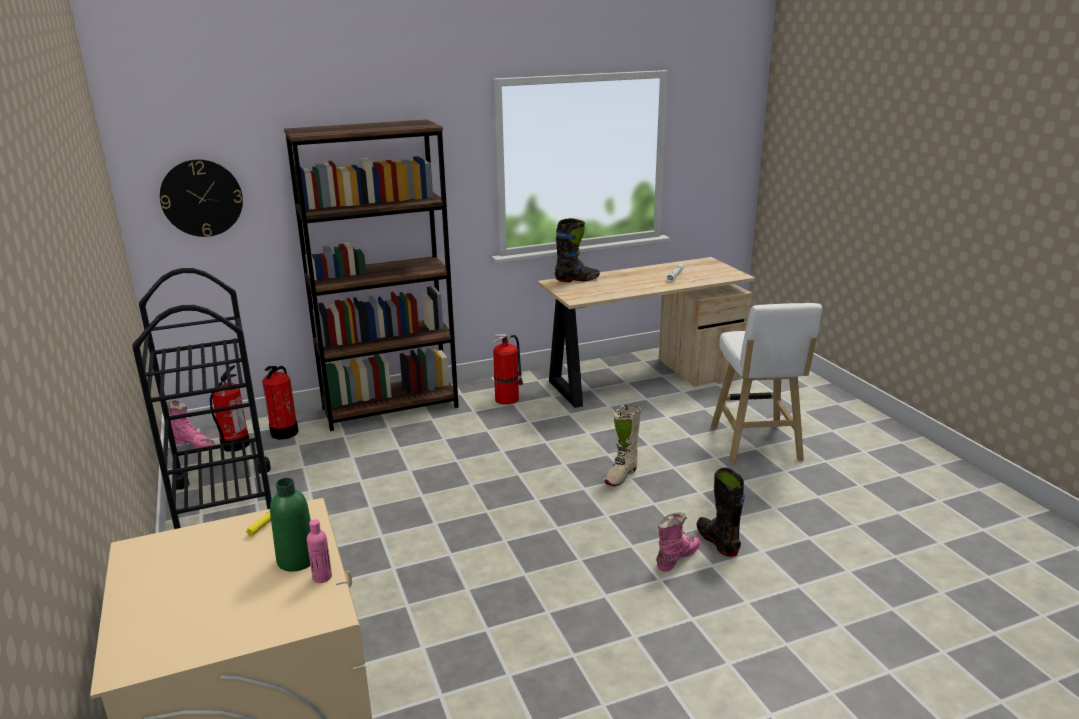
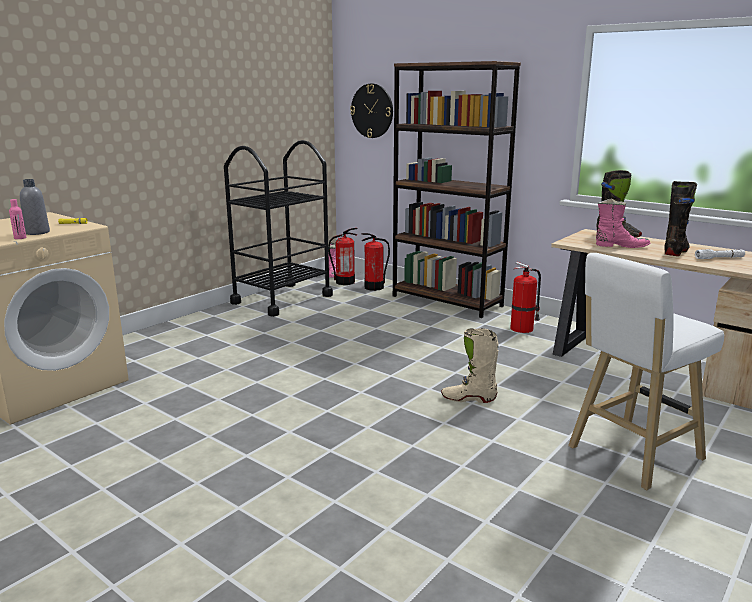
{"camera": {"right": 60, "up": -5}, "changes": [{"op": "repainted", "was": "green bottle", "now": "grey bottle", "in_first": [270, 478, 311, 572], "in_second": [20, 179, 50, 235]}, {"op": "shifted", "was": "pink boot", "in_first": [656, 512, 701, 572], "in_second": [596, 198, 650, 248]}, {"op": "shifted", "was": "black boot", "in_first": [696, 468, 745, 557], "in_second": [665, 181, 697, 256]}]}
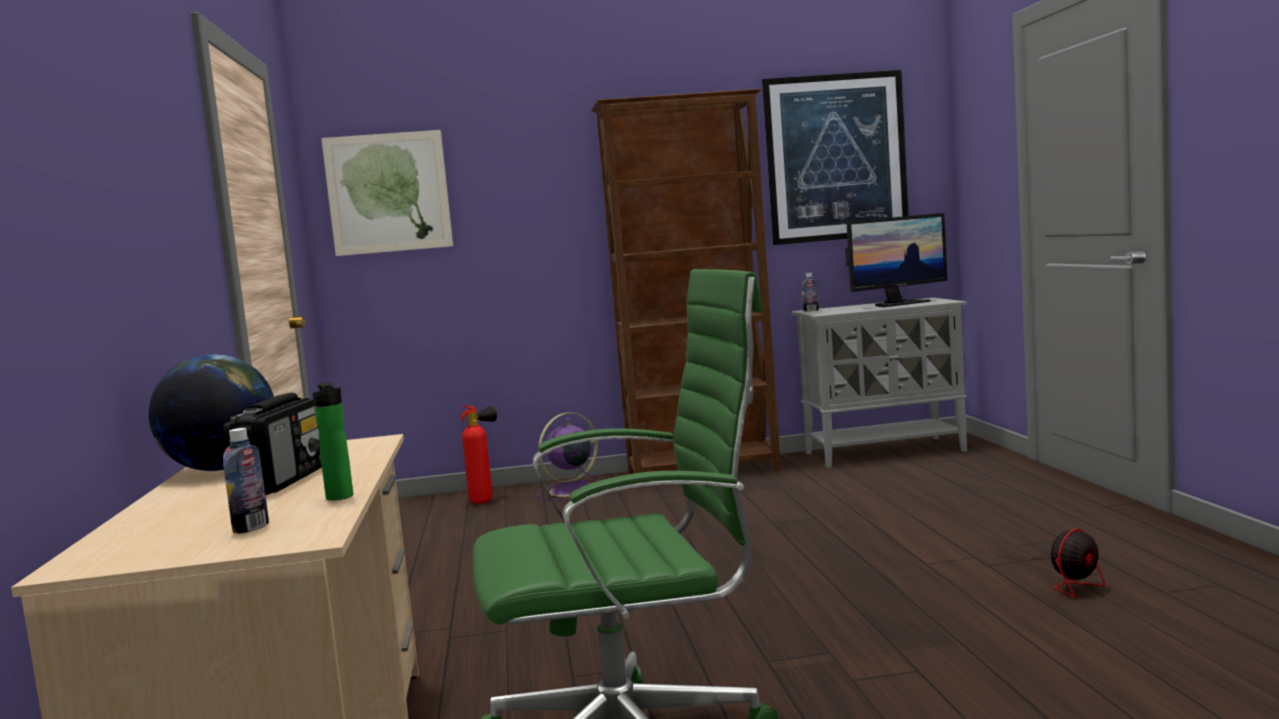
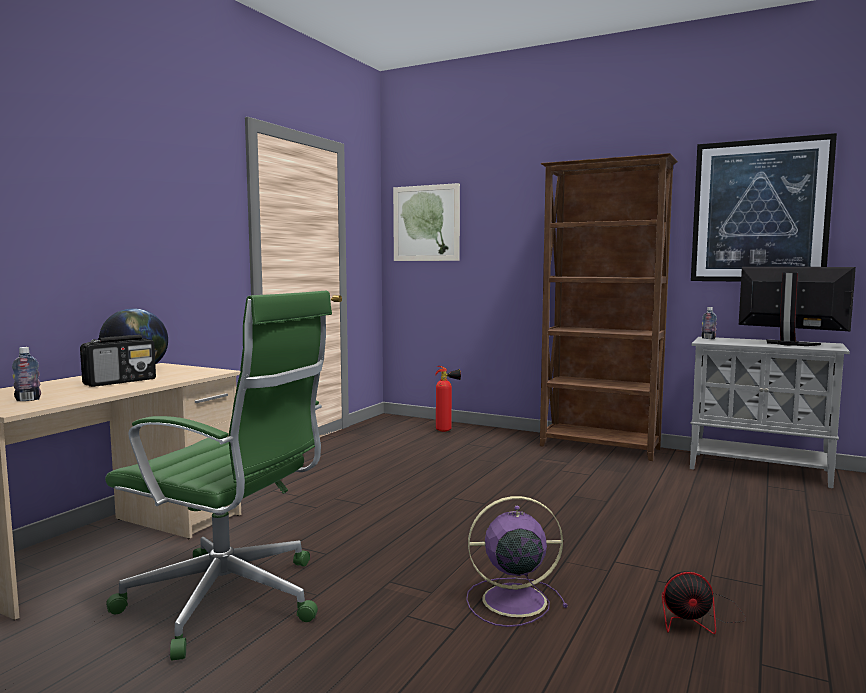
{"camera": {"right": 35, "up": 0}, "changes": [{"op": "shifted", "was": "purple fan", "in_first": [537, 412, 600, 501], "in_second": [466, 496, 568, 627]}, {"op": "rotated", "was": "monitor", "in_first": [845, 213, 947, 307], "in_second": [739, 267, 856, 346], "clockwise": -150}, {"op": "gone", "was": "bottle", "in_first": [313, 383, 353, 501]}]}
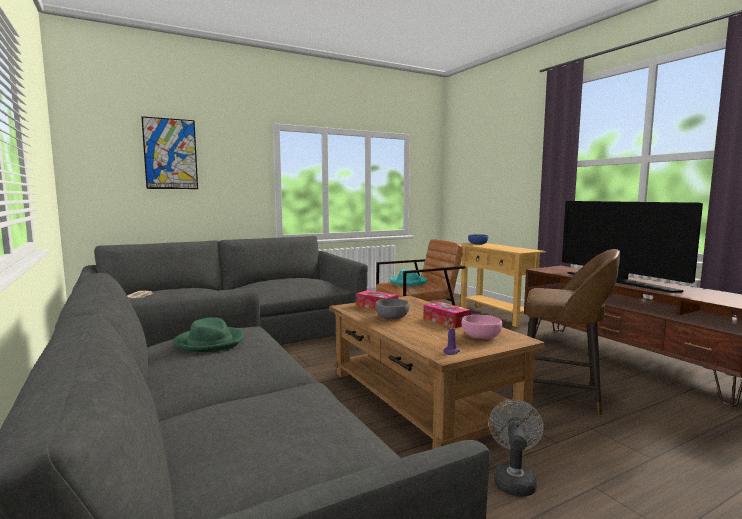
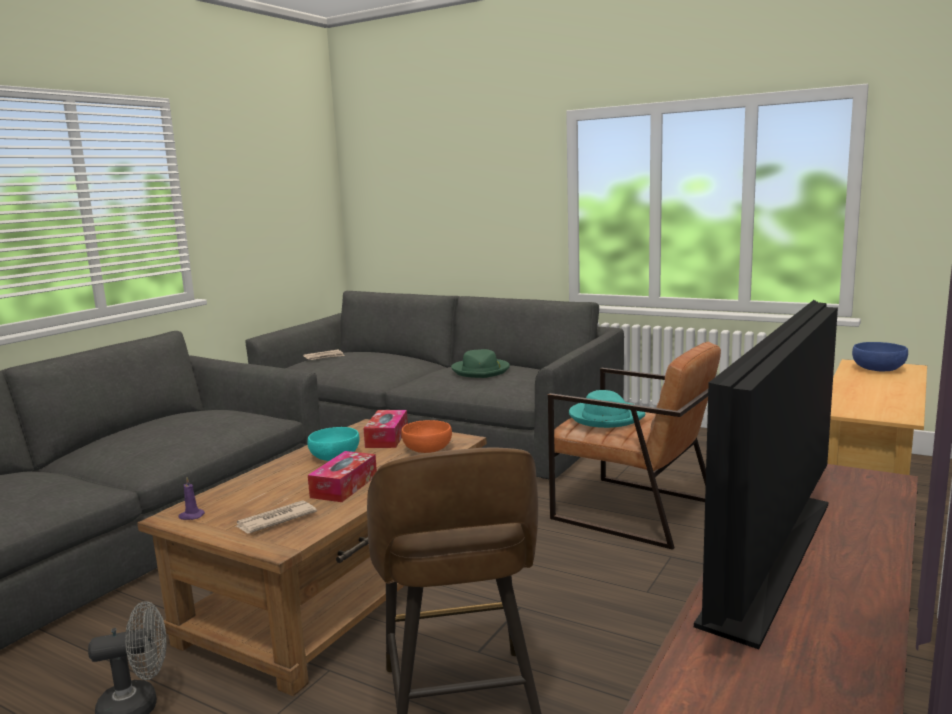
{"camera": {"right": 60, "up": 5}, "changes": [{"op": "swapped", "was": "pink bowl", "now": "newspaper", "in_first": [461, 315, 502, 339], "in_second": [234, 500, 317, 534]}, {"op": "repainted", "was": "grey bowl", "now": "turquoise bowl", "in_first": [375, 299, 409, 319], "in_second": [308, 427, 359, 461]}, {"op": "new", "now": "orange bowl", "in_second": [401, 420, 452, 453]}, {"op": "shifted", "was": "green hat", "in_first": [174, 317, 244, 352], "in_second": [451, 349, 510, 378]}, {"op": "gone", "was": "picture", "in_first": [141, 116, 198, 189]}]}
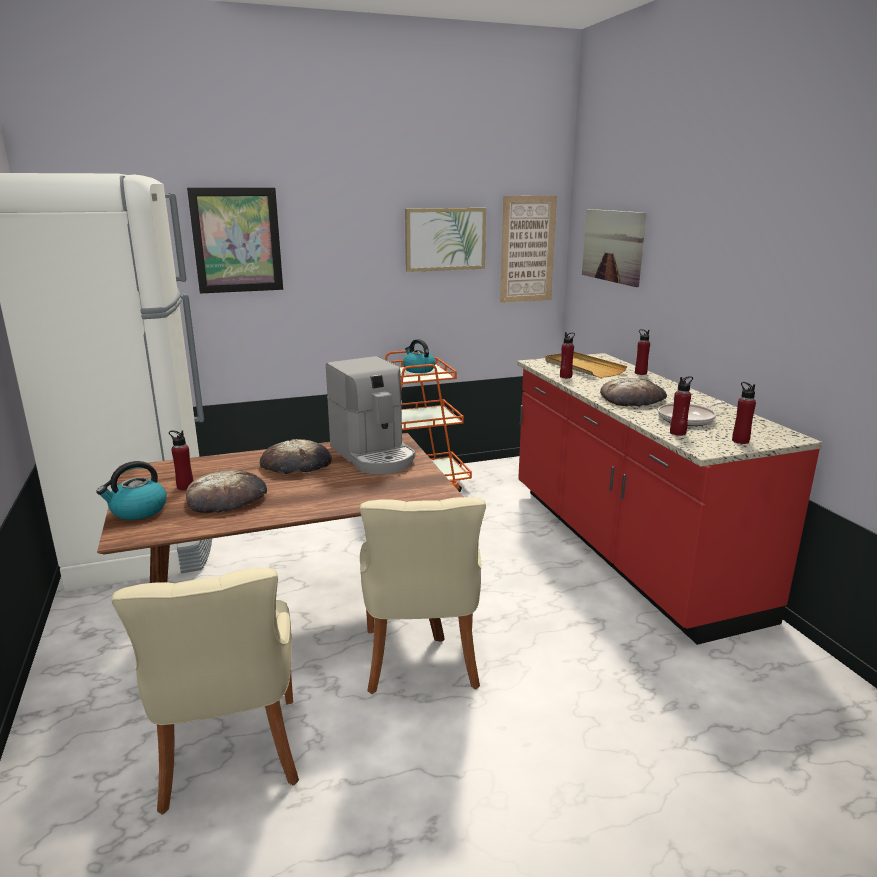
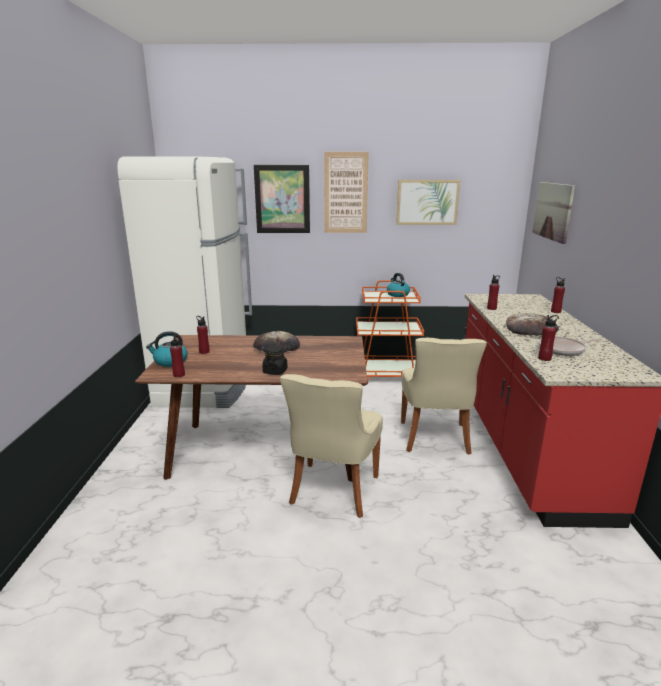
{"camera": {"right": 20, "up": 0}, "changes": [{"op": "shifted", "was": "red bottle", "in_first": [732, 382, 756, 444], "in_second": [170, 334, 185, 377]}, {"op": "new", "now": "black jar", "in_second": [262, 346, 287, 375]}, {"op": "shifted", "was": "picture", "in_first": [500, 196, 557, 303], "in_second": [324, 152, 369, 233]}, {"op": "shifted", "was": "beige chair", "in_first": [111, 568, 299, 815], "in_second": [401, 338, 487, 455]}, {"op": "gone", "was": "bread", "in_first": [186, 470, 267, 513]}, {"op": "gone", "was": "coffee machine", "in_first": [326, 356, 415, 474]}, {"op": "gone", "was": "beige tray", "in_first": [545, 352, 628, 378]}]}
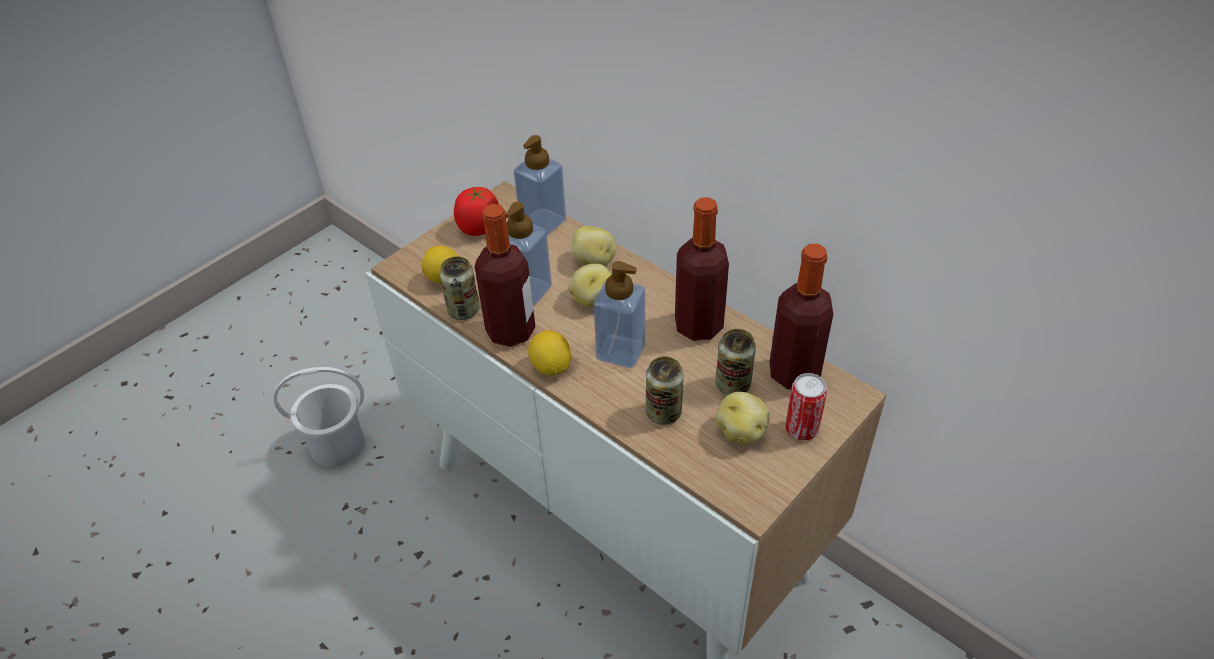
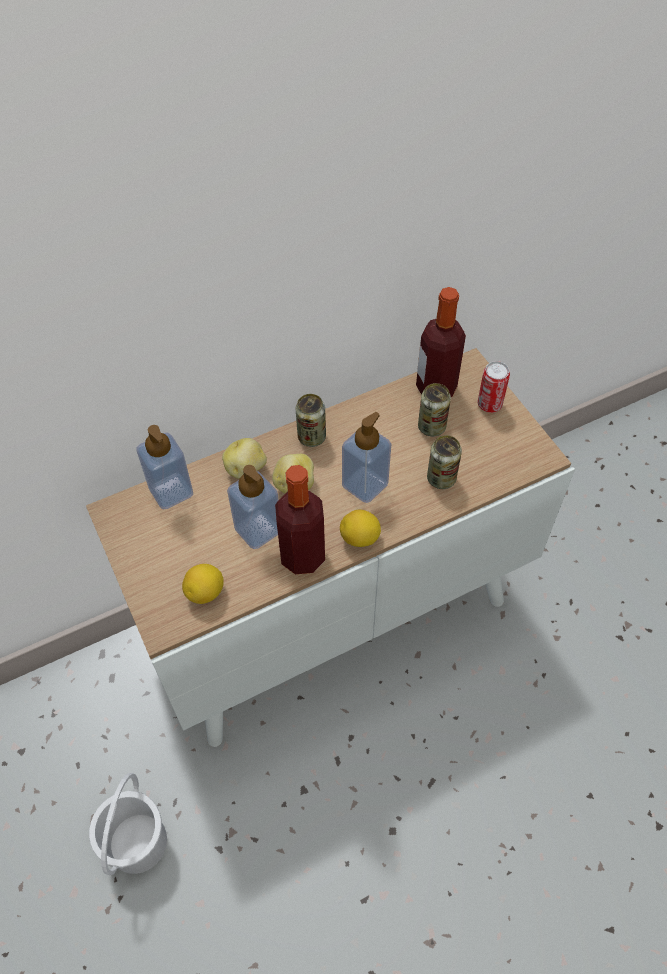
{"camera": {"right": -70, "up": 10}, "changes": [{"op": "shifted", "was": "can", "in_first": [439, 257, 479, 320], "in_second": [296, 394, 326, 447]}, {"op": "gone", "was": "tomato", "in_first": [454, 187, 499, 236]}, {"op": "gone", "was": "bottle", "in_first": [675, 197, 729, 341]}, {"op": "gone", "was": "potato", "in_first": [716, 392, 770, 443]}]}
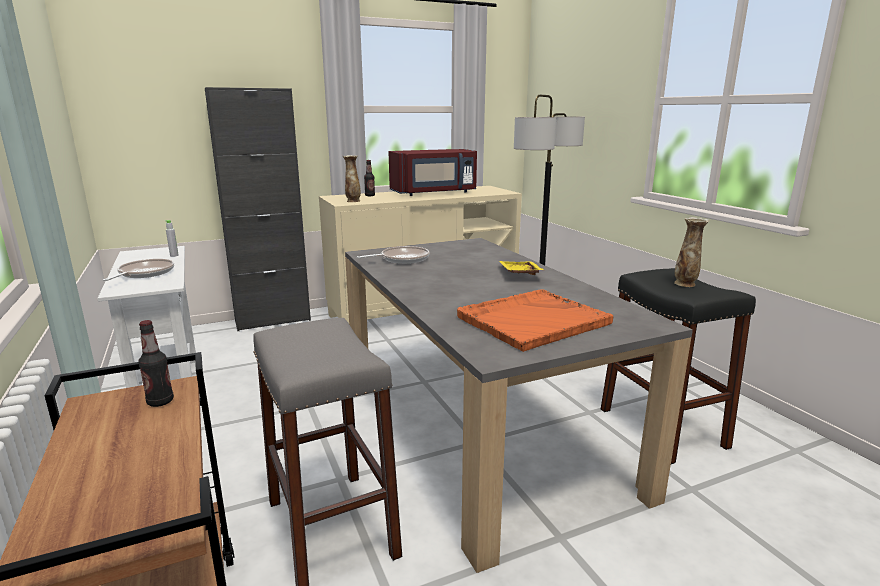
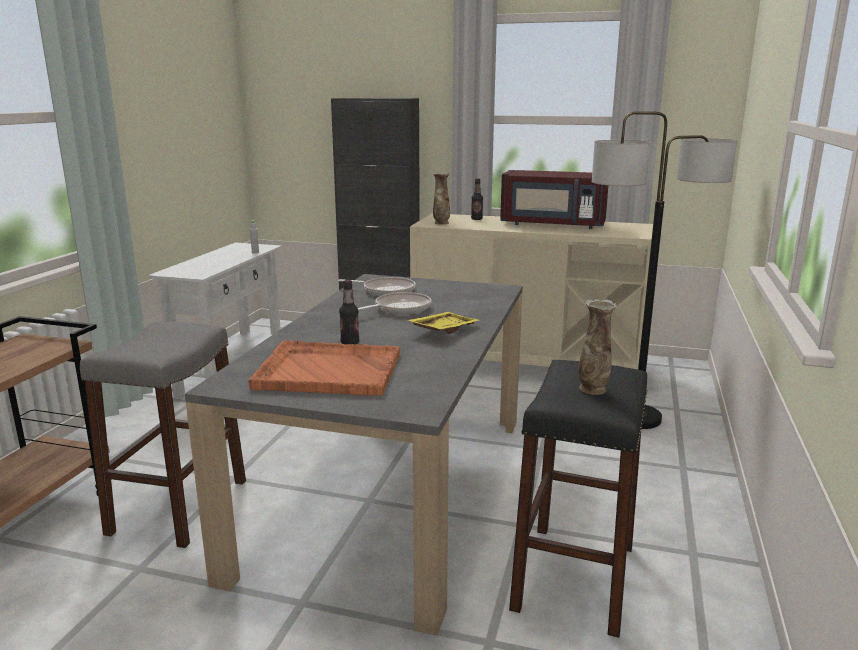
{"camera": {"right": 40, "up": 0}, "changes": [{"op": "shifted", "was": "bottle", "in_first": [138, 320, 174, 407], "in_second": [339, 280, 359, 344]}, {"op": "shifted", "was": "frying pan", "in_first": [103, 259, 174, 281], "in_second": [358, 292, 431, 314]}]}
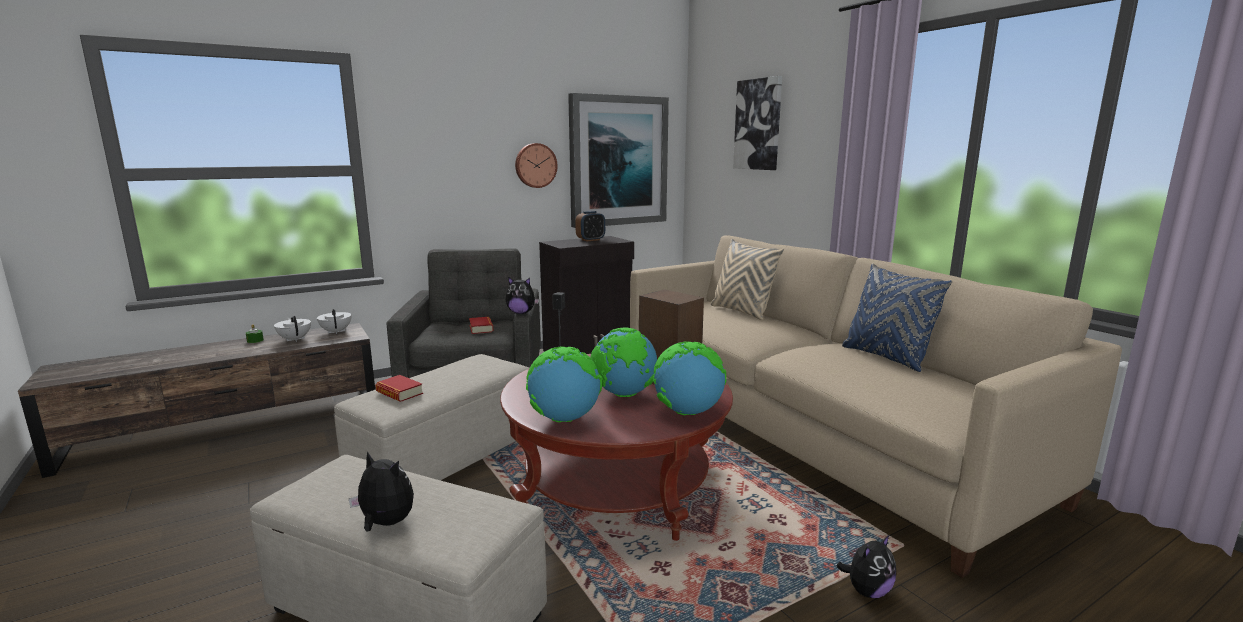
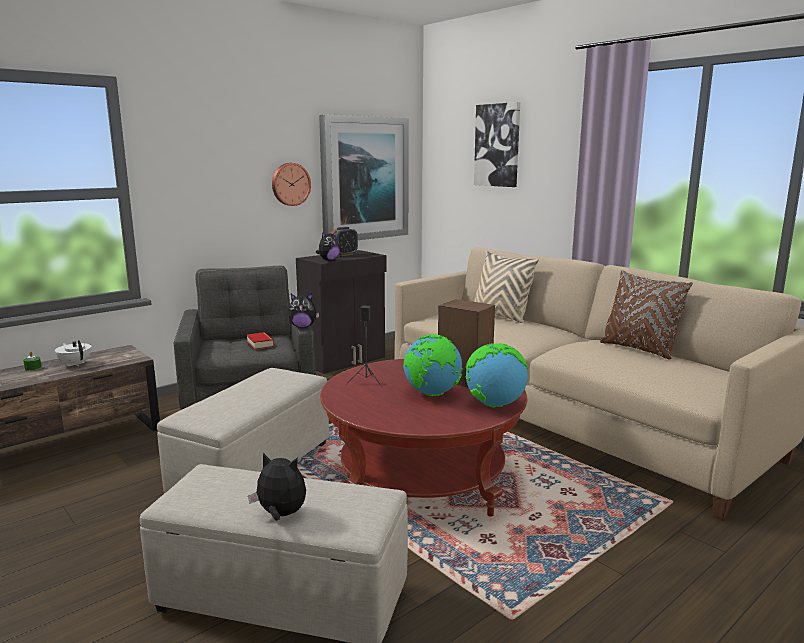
{"camera": {"right": -10, "up": 0}, "changes": [{"op": "shifted", "was": "plush toy", "in_first": [837, 535, 896, 598], "in_second": [316, 231, 340, 261]}, {"op": "repainted", "was": "blue pillow", "now": "brown pillow", "in_first": [842, 263, 952, 372], "in_second": [600, 270, 693, 359]}, {"op": "gone", "was": "white teapot", "in_first": [317, 309, 351, 334]}, {"op": "gone", "was": "book", "in_first": [375, 375, 423, 402]}, {"op": "gone", "was": "globe", "in_first": [526, 346, 602, 422]}]}
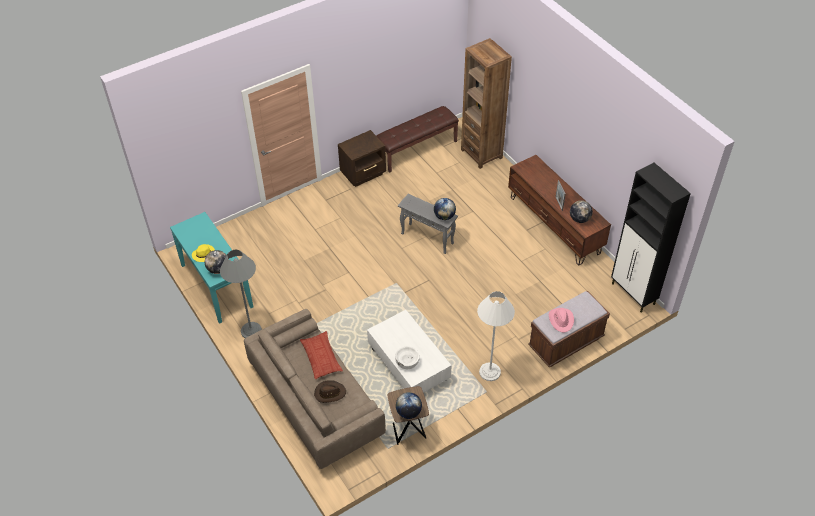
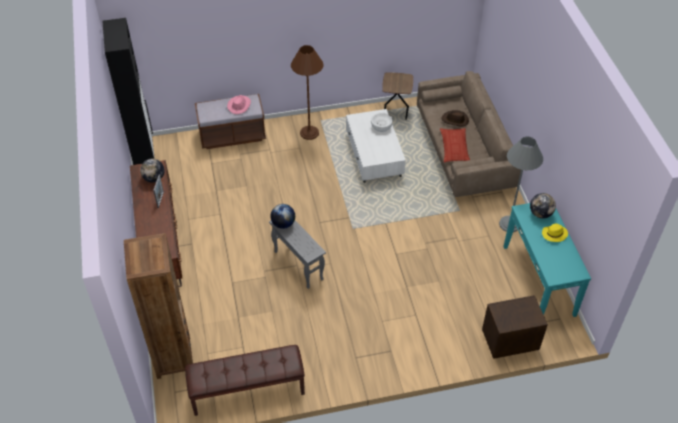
{"camera": {"right": -160, "up": 0}, "changes": [{"op": "repainted", "was": "white floor lamp", "now": "brown floor lamp", "in_first": [477, 291, 515, 381], "in_second": [291, 45, 324, 140]}, {"op": "shifted", "was": "brown nightstand", "in_first": [338, 130, 386, 187], "in_second": [482, 295, 548, 359]}, {"op": "gone", "was": "globe", "in_first": [396, 392, 422, 419]}]}
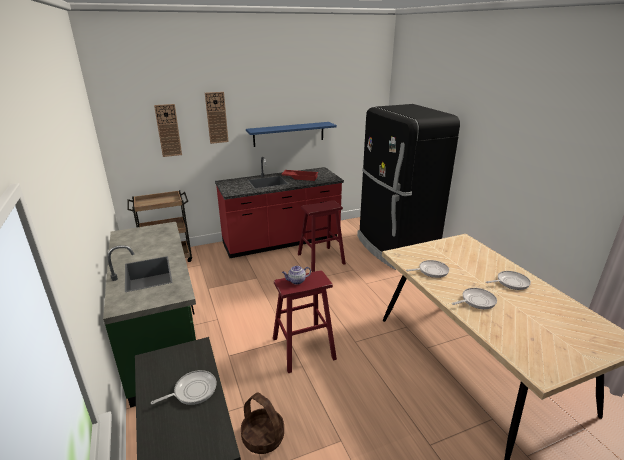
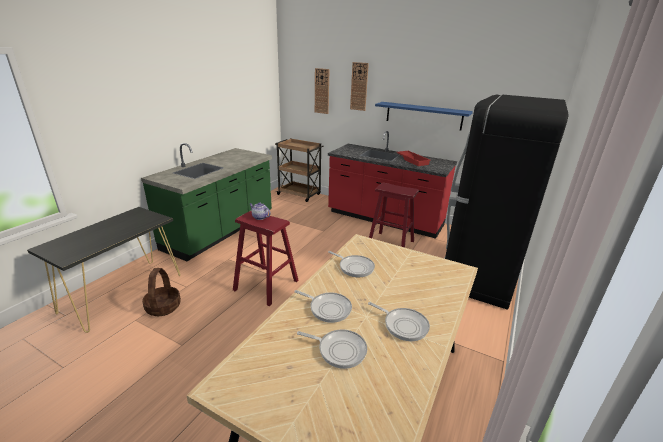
{"camera": {"right": 50, "up": 0}, "changes": [{"op": "shifted", "was": "frying pan", "in_first": [151, 370, 217, 405], "in_second": [297, 329, 367, 369]}]}
